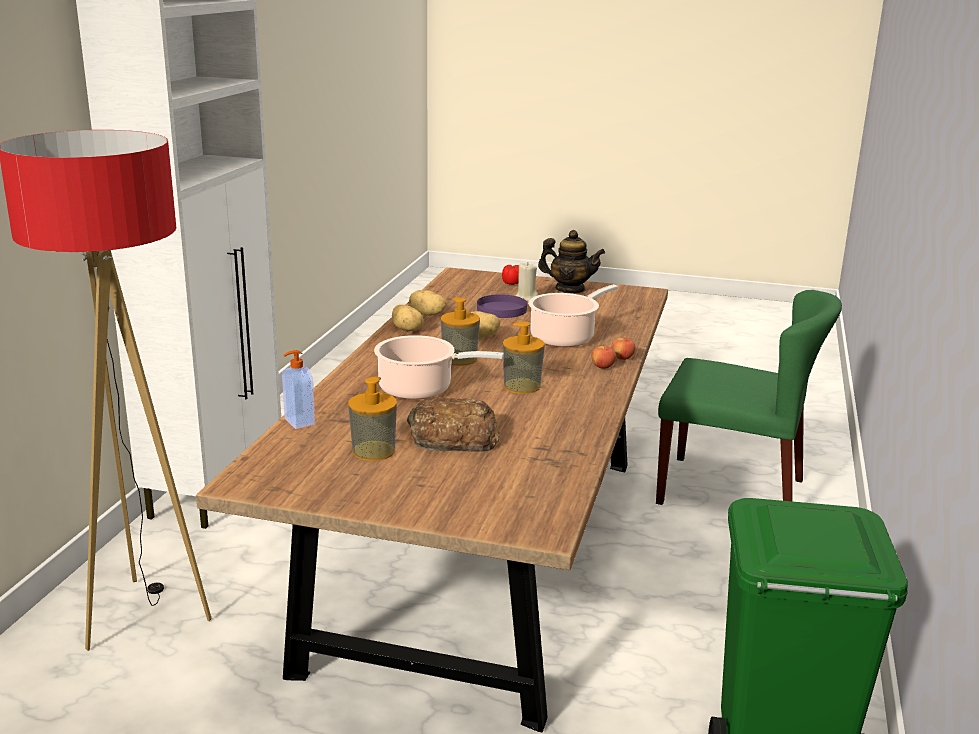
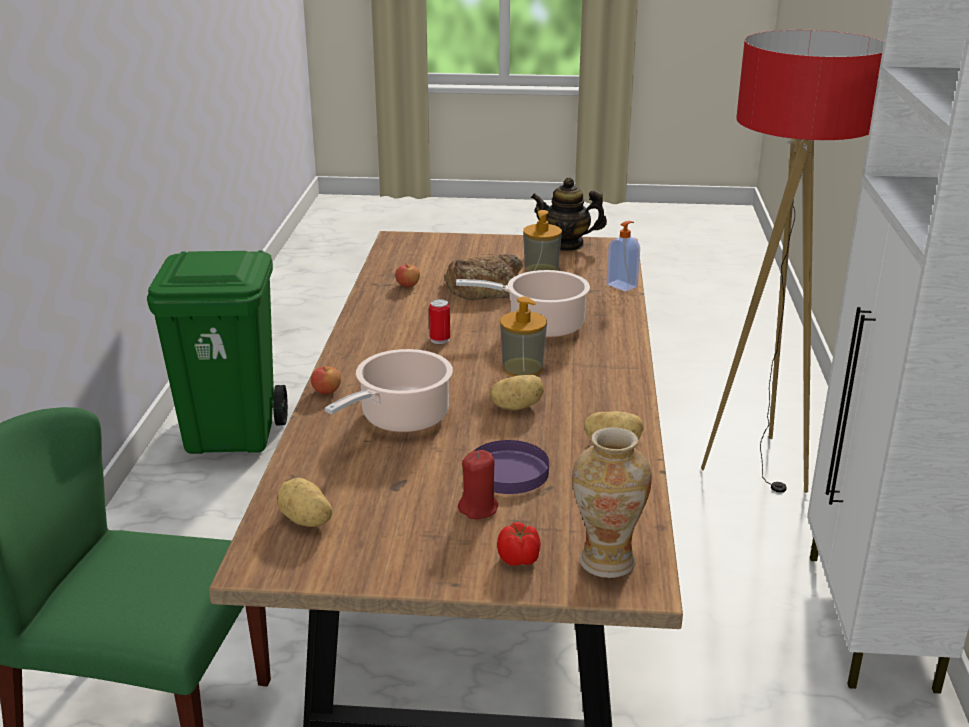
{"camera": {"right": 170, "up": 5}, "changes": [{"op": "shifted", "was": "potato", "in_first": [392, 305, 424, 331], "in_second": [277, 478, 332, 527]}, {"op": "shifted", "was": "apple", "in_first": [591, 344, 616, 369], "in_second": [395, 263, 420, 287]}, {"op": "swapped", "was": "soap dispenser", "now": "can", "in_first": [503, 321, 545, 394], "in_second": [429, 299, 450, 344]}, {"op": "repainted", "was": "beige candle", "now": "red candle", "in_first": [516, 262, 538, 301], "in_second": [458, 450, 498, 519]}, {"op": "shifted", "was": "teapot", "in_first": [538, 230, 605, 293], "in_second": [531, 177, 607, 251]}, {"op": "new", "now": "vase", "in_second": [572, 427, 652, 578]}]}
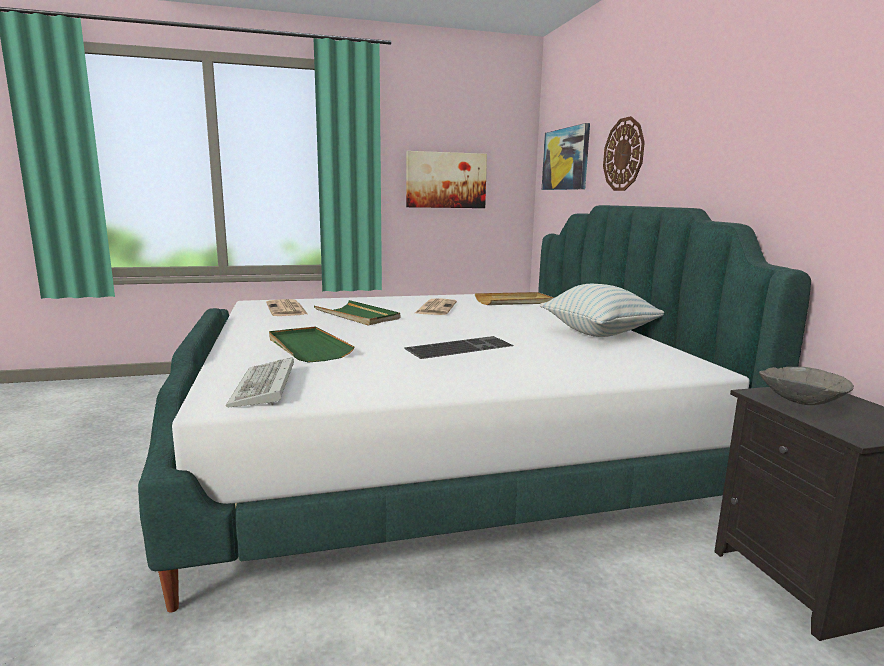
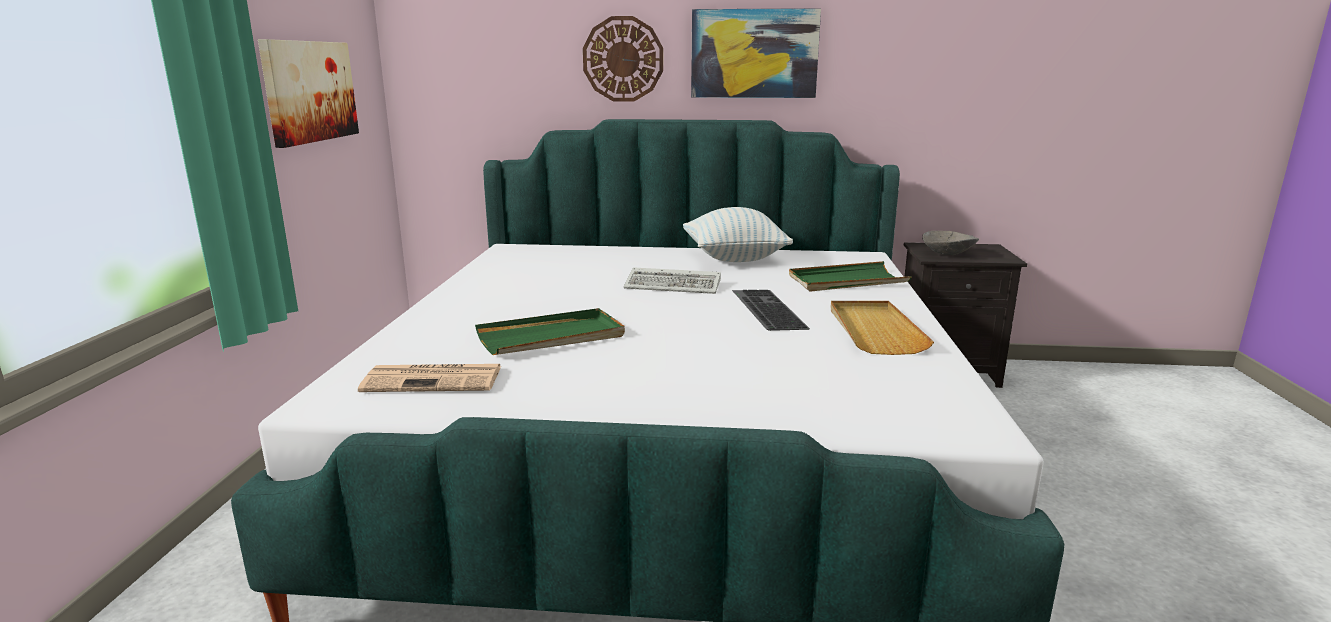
{"camera": {"right": -70, "up": 5}, "changes": [{"op": "shifted", "was": "keyboard", "in_first": [226, 357, 294, 408], "in_second": [624, 267, 721, 294]}, {"op": "shifted", "was": "picture", "in_first": [542, 123, 590, 190], "in_second": [691, 8, 821, 98]}, {"op": "shifted", "was": "green tray", "in_first": [269, 327, 355, 363], "in_second": [789, 261, 912, 292]}, {"op": "shifted", "was": "beige tray", "in_first": [475, 292, 554, 305], "in_second": [831, 301, 934, 355]}, {"op": "gone", "was": "newspaper", "in_first": [415, 299, 457, 315]}]}
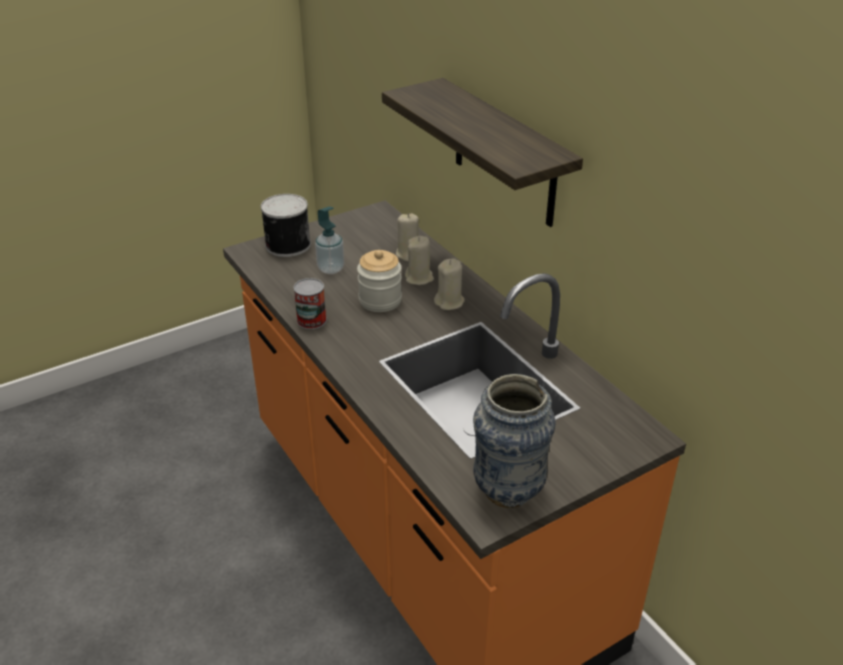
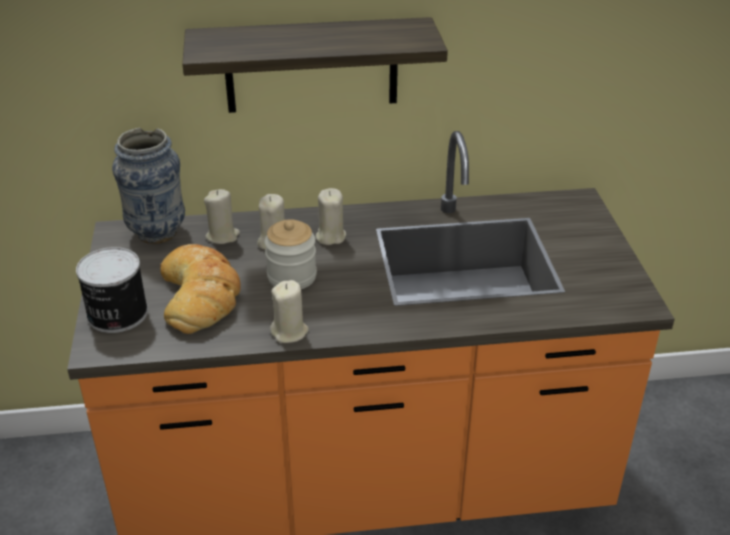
{"camera": {"right": -65, "up": 0}, "changes": [{"op": "shifted", "was": "vase", "in_first": [473, 374, 556, 508], "in_second": [112, 128, 185, 244]}, {"op": "swapped", "was": "soap dispenser", "now": "bread", "in_first": [315, 206, 344, 274], "in_second": [160, 244, 240, 334]}, {"op": "swapped", "was": "can", "now": "beige candle", "in_first": [293, 278, 327, 329], "in_second": [270, 280, 309, 343]}]}
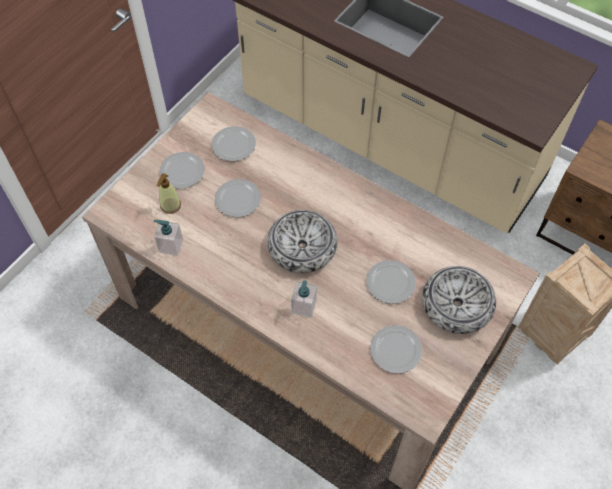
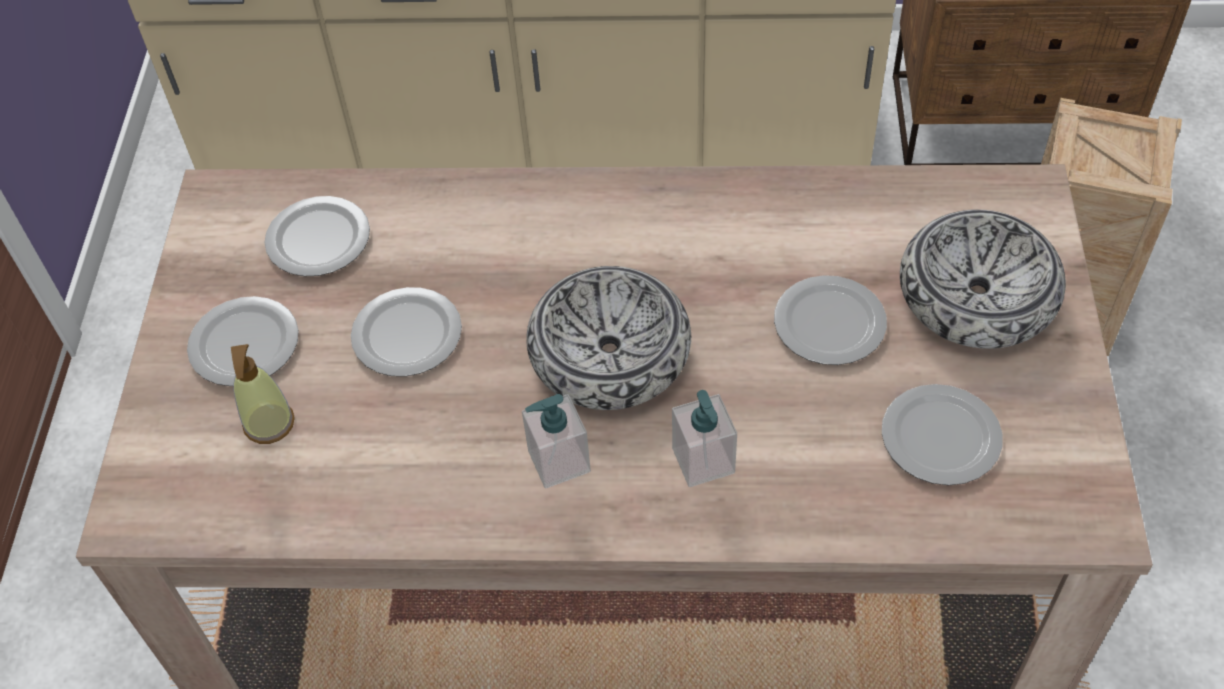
{"camera": {"right": -30, "up": -5}, "changes": [{"op": "shifted", "was": "soap dispenser", "in_first": [154, 220, 183, 256], "in_second": [522, 394, 591, 489]}]}
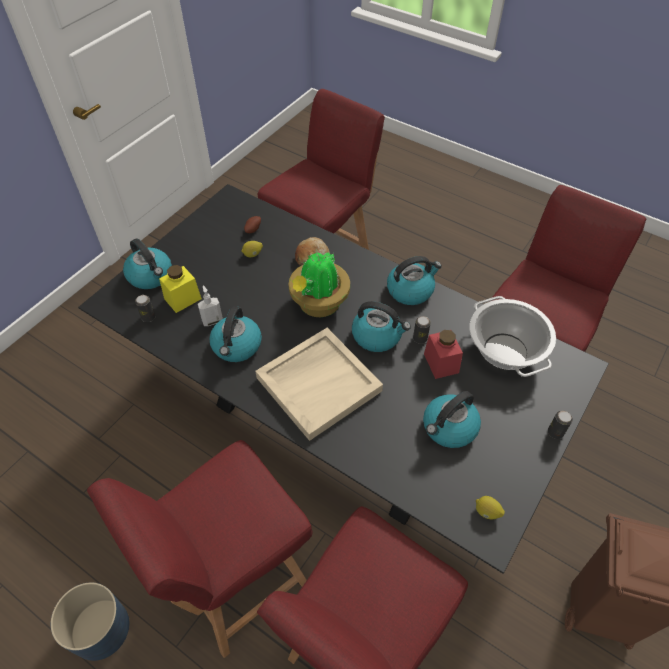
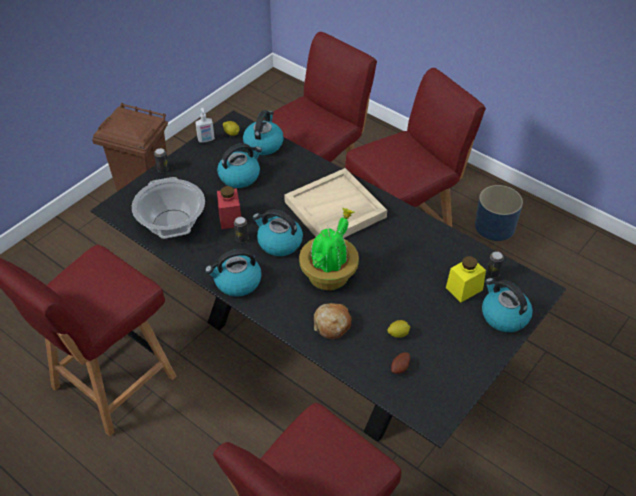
{"camera": {"right": -175, "up": -5}, "changes": [{"op": "shifted", "was": "soap dispenser", "in_first": [198, 285, 223, 326], "in_second": [195, 108, 215, 143]}, {"op": "shifted", "was": "kettle", "in_first": [209, 306, 262, 362], "in_second": [243, 110, 284, 155]}]}
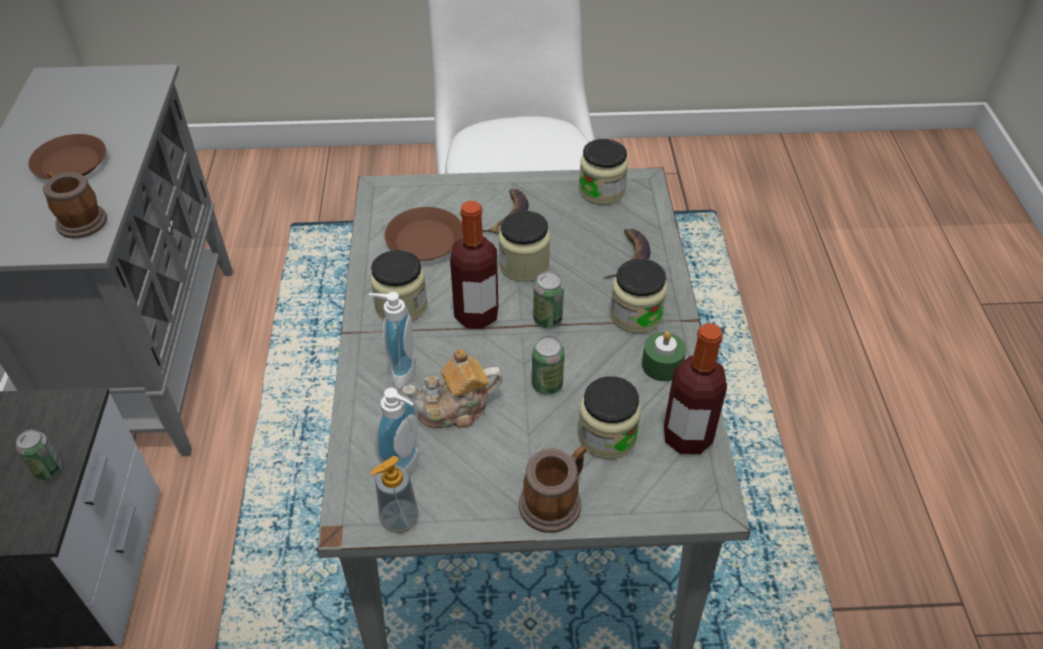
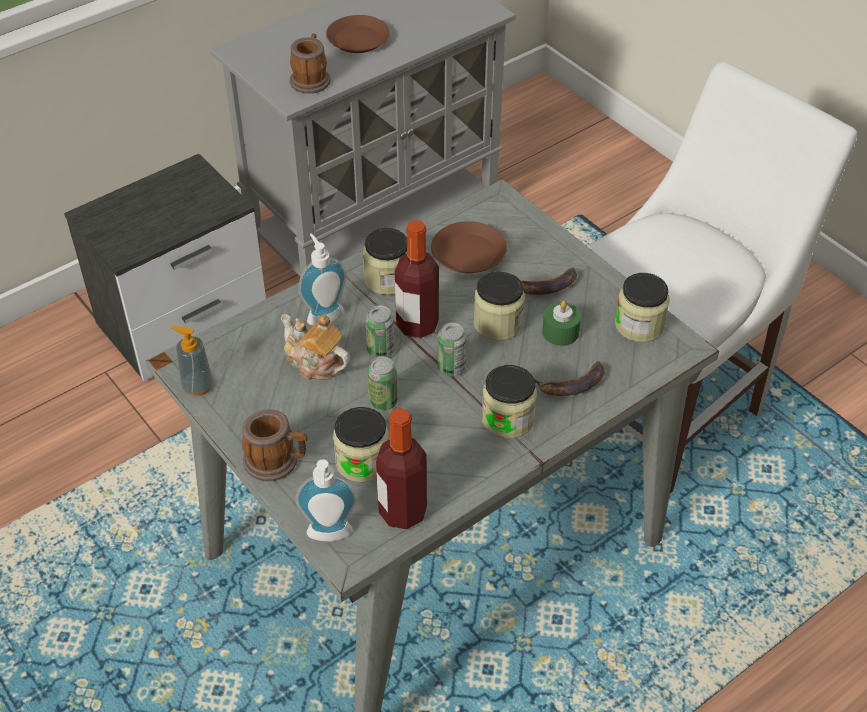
{"camera": {"right": 55, "up": 0}, "changes": [{"op": "shifted", "was": "soap dispenser", "in_first": [375, 388, 420, 475], "in_second": [295, 459, 357, 542]}, {"op": "shifted", "was": "can", "in_first": [16, 429, 62, 480], "in_second": [365, 306, 395, 358]}, {"op": "shifted", "was": "green candle", "in_first": [642, 332, 686, 381], "in_second": [542, 301, 581, 346]}]}
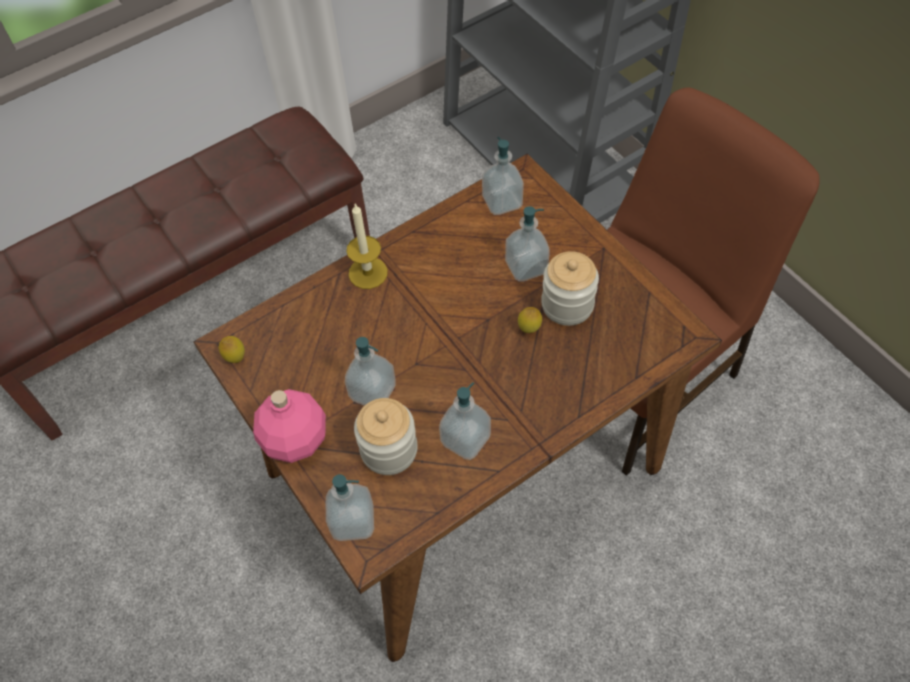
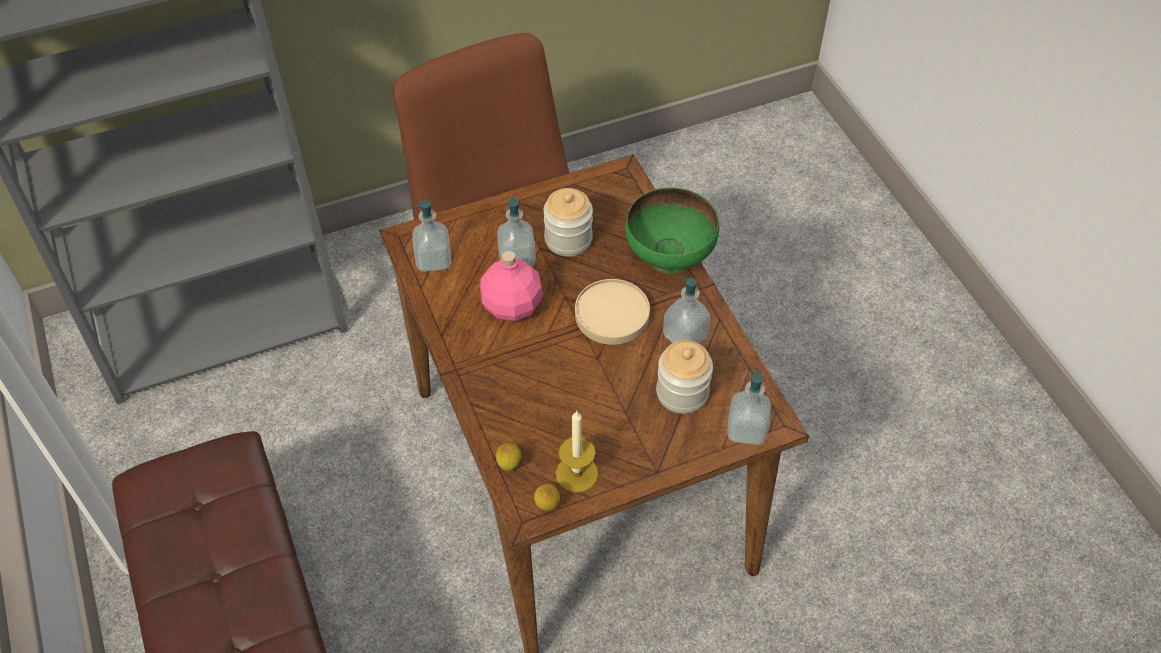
{"camera": {"right": -80, "up": -5}, "changes": [{"op": "shifted", "was": "pink bottle", "in_first": [253, 389, 326, 463], "in_second": [480, 251, 543, 321]}, {"op": "shifted", "was": "lemon", "in_first": [518, 307, 542, 333], "in_second": [496, 443, 521, 471]}, {"op": "shifted", "was": "candle", "in_first": [346, 203, 388, 289], "in_second": [556, 411, 598, 493]}, {"op": "new", "now": "beige plate", "in_second": [575, 279, 650, 345]}, {"op": "new", "now": "green bowl", "in_second": [625, 187, 719, 274]}, {"op": "gone", "was": "soap dispenser", "in_first": [345, 337, 396, 406]}]}
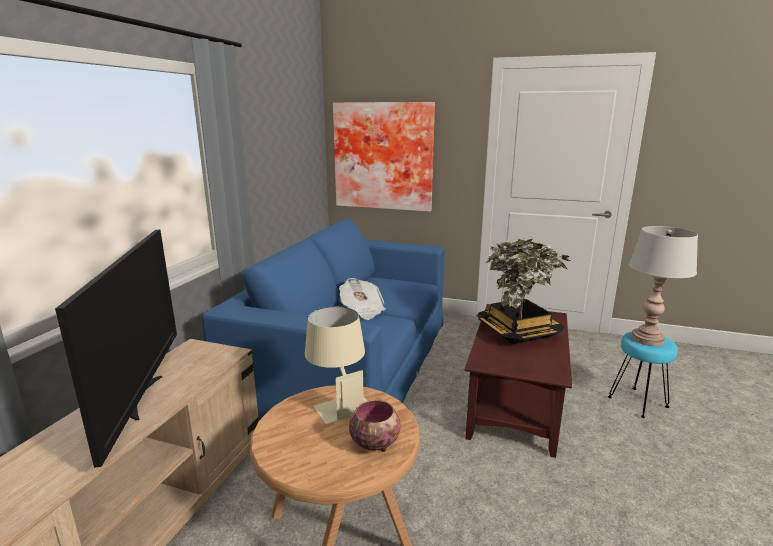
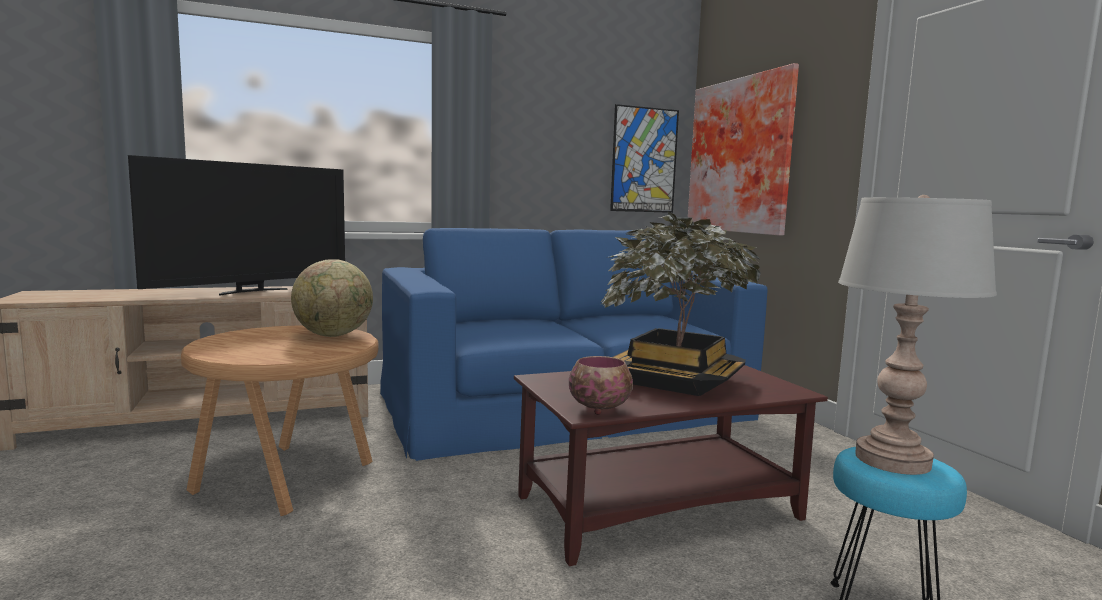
{"camera": {"right": 50, "up": -10}, "changes": [{"op": "swapped", "was": "beige table lamp", "now": "globe", "in_first": [305, 307, 367, 424], "in_second": [291, 259, 373, 337]}, {"op": "shifted", "was": "bowl", "in_first": [349, 400, 400, 452], "in_second": [569, 356, 633, 415]}, {"op": "new", "now": "picture", "in_second": [610, 104, 679, 213]}, {"op": "gone", "was": "newspaper", "in_first": [339, 278, 386, 320]}]}
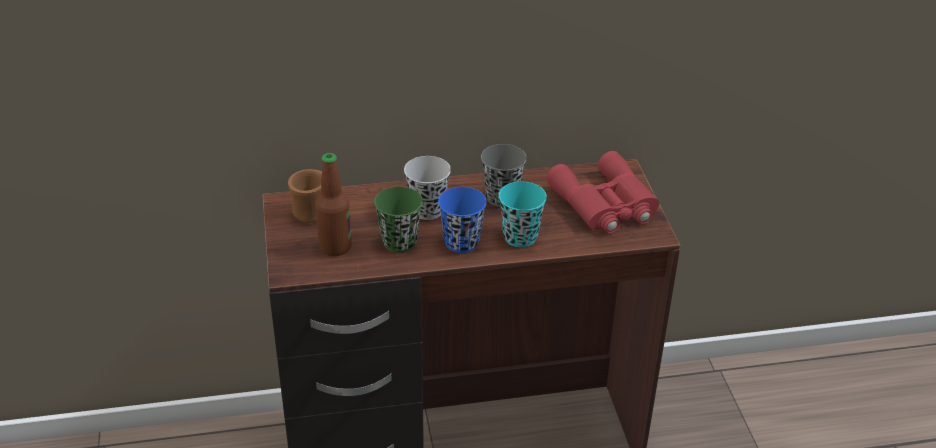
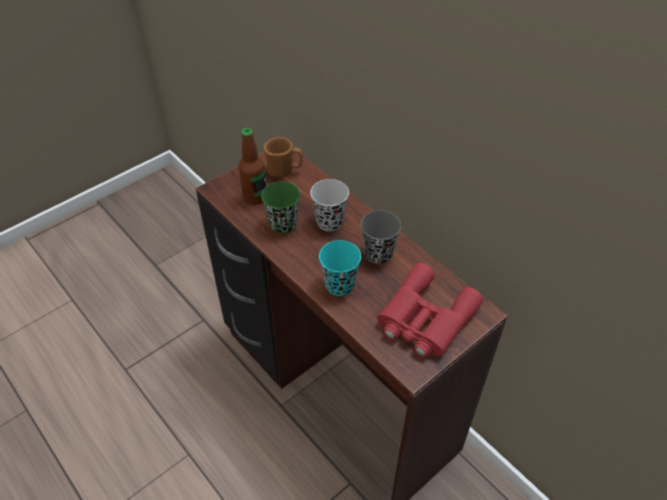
{"camera": {"right": 60, "up": 10}, "changes": [{"op": "gone", "was": "blue cup", "in_first": [438, 187, 487, 253]}]}
